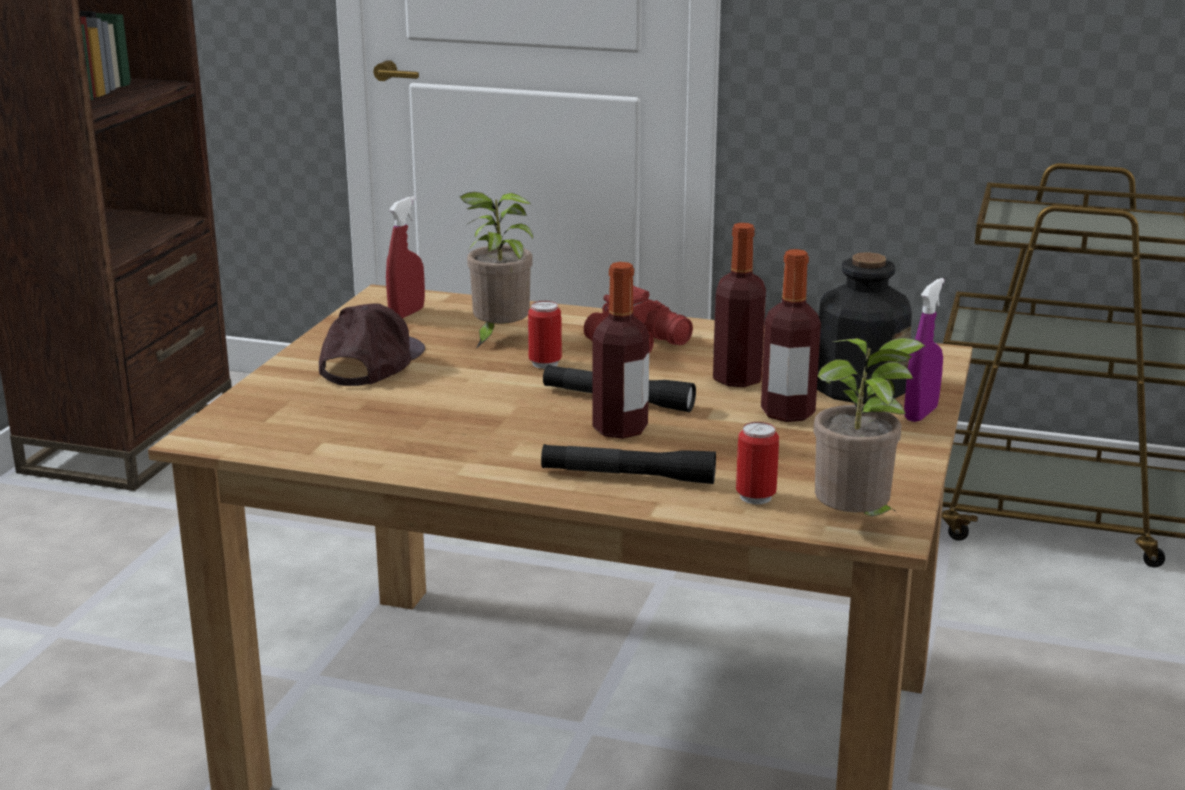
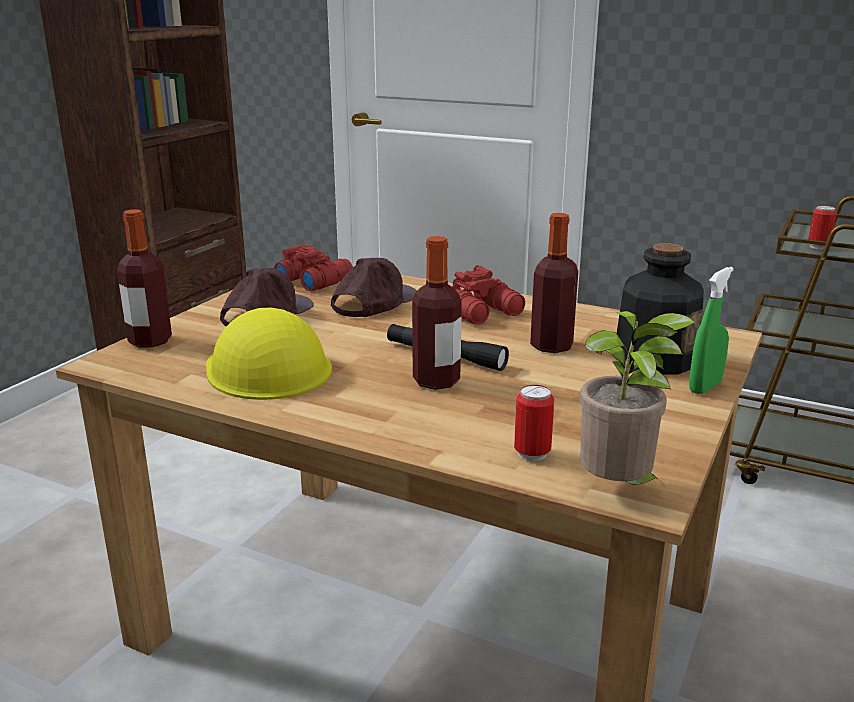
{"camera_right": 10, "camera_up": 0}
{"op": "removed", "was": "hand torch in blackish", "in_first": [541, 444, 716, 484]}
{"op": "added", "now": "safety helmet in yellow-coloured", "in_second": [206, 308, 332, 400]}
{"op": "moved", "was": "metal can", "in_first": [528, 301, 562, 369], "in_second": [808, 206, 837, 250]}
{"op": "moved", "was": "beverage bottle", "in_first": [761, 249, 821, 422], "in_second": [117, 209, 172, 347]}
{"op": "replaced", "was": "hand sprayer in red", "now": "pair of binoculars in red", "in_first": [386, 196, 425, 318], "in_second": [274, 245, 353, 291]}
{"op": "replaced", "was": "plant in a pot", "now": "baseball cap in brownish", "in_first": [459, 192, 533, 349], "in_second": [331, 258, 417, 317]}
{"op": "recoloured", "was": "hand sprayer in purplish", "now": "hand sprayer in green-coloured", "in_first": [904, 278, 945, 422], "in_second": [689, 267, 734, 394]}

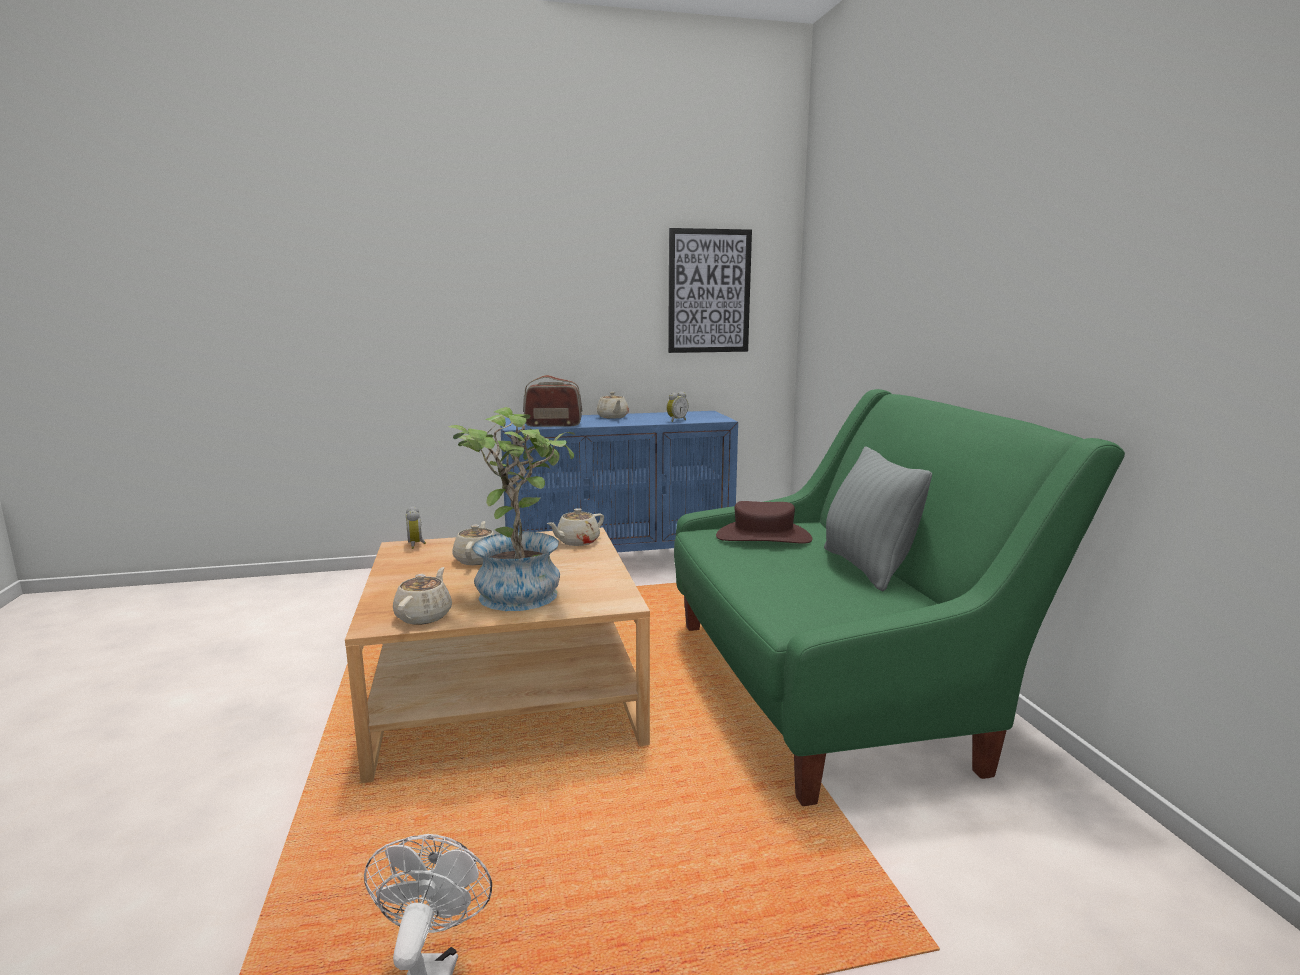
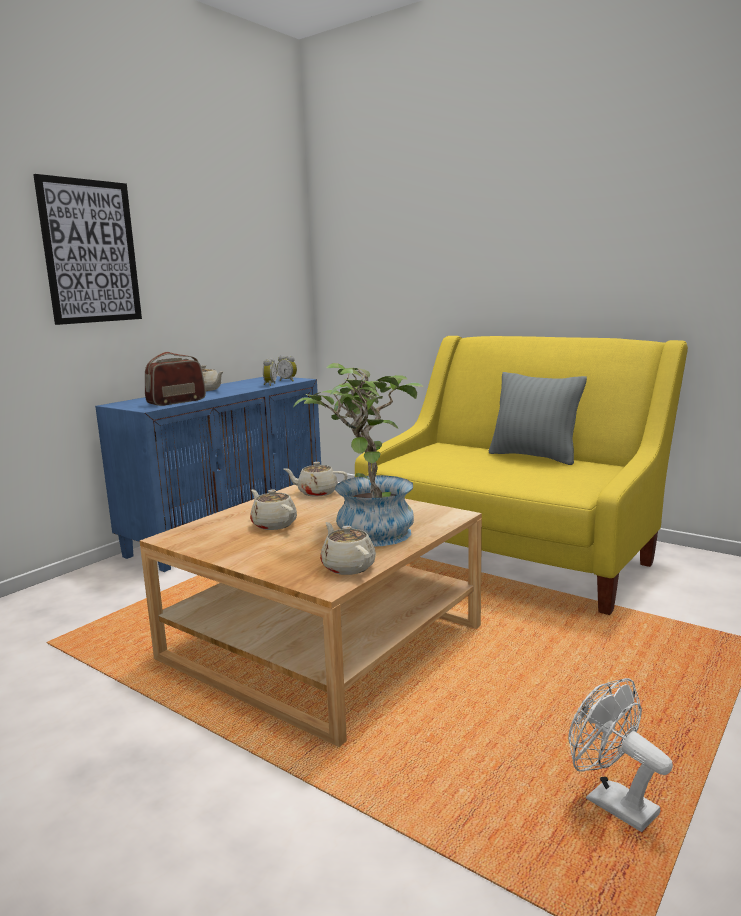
{"camera_right": -40, "camera_up": 0}
{"op": "removed", "was": "hat in brownish", "in_first": [716, 501, 813, 544]}
{"op": "moved", "was": "alarm clock", "in_first": [406, 506, 426, 549], "in_second": [277, 355, 297, 381]}
{"op": "moved", "was": "picture", "in_first": [668, 228, 752, 353], "in_second": [33, 174, 142, 325]}
{"op": "recoloured", "was": "sofa in green-coloured", "now": "sofa in yellow-coloured", "in_first": [674, 389, 1125, 806], "in_second": [355, 336, 688, 615]}
{"op": "turned", "was": "pot for tea in beige", "in_first": [547, 508, 604, 546], "in_second": [284, 462, 348, 497], "clockwise": 90}

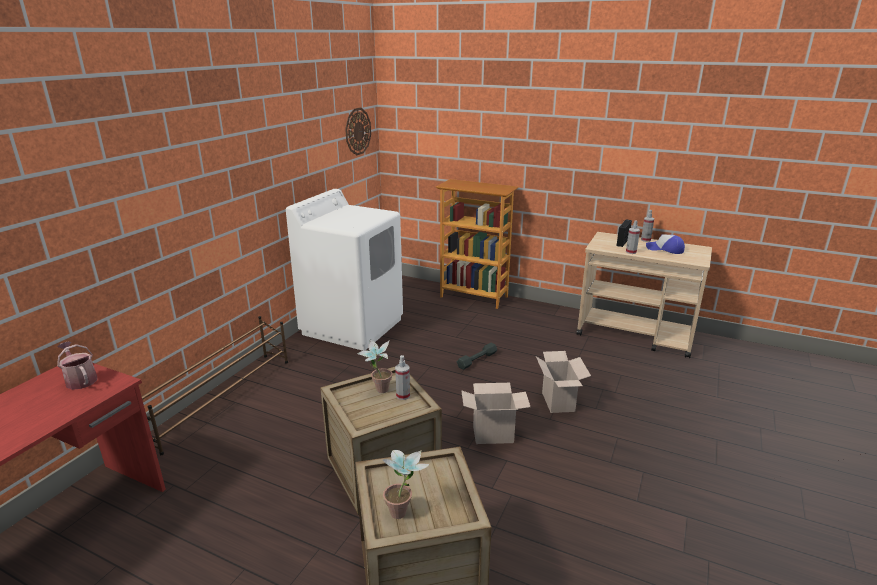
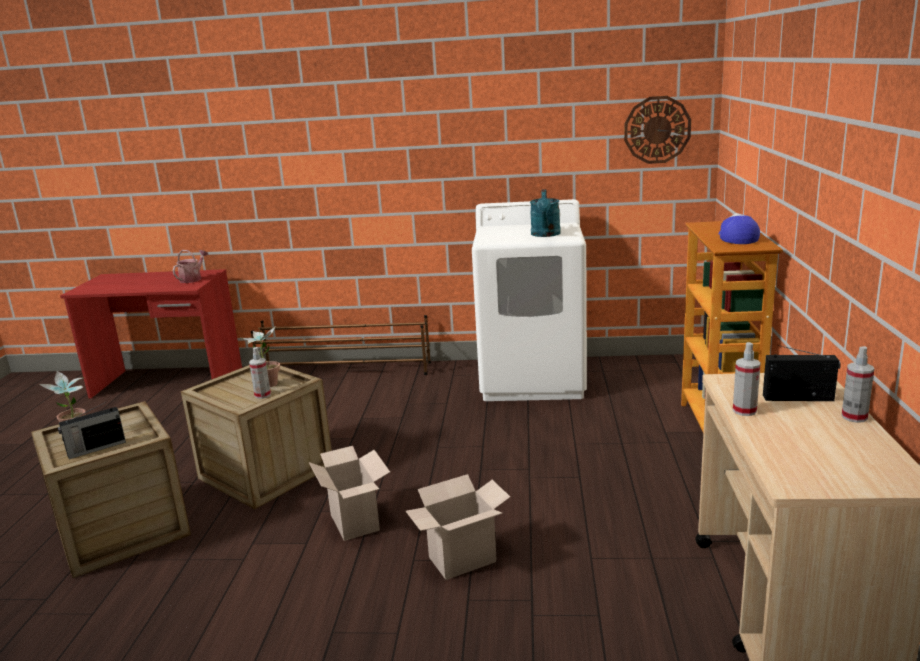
{"camera_right": 70, "camera_up": -5}
{"op": "removed", "was": "hand weight in greyish", "in_first": [457, 343, 497, 370]}
{"op": "added", "now": "radio receiver", "in_second": [58, 401, 126, 459]}
{"op": "added", "now": "watering can in turquoise-coloured", "in_second": [530, 189, 561, 237]}
{"op": "moved", "was": "baseball cap", "in_first": [646, 235, 685, 254], "in_second": [719, 213, 760, 244]}

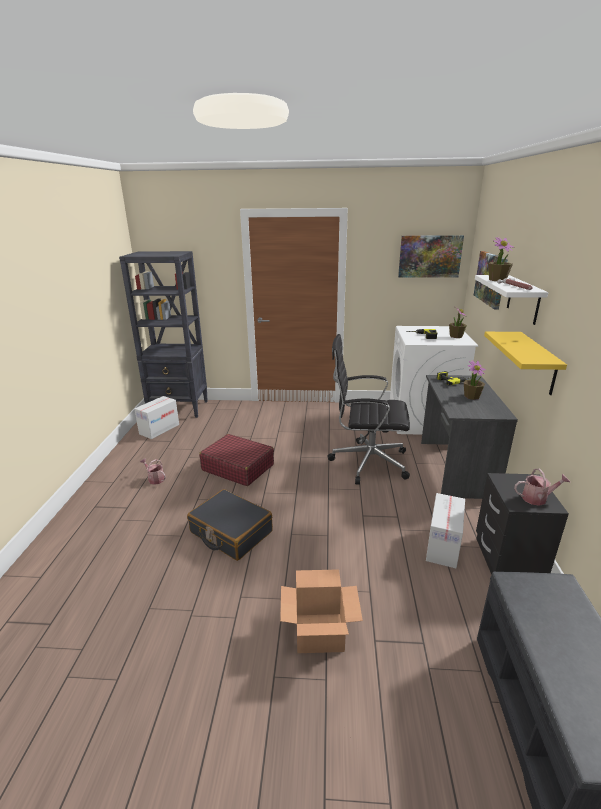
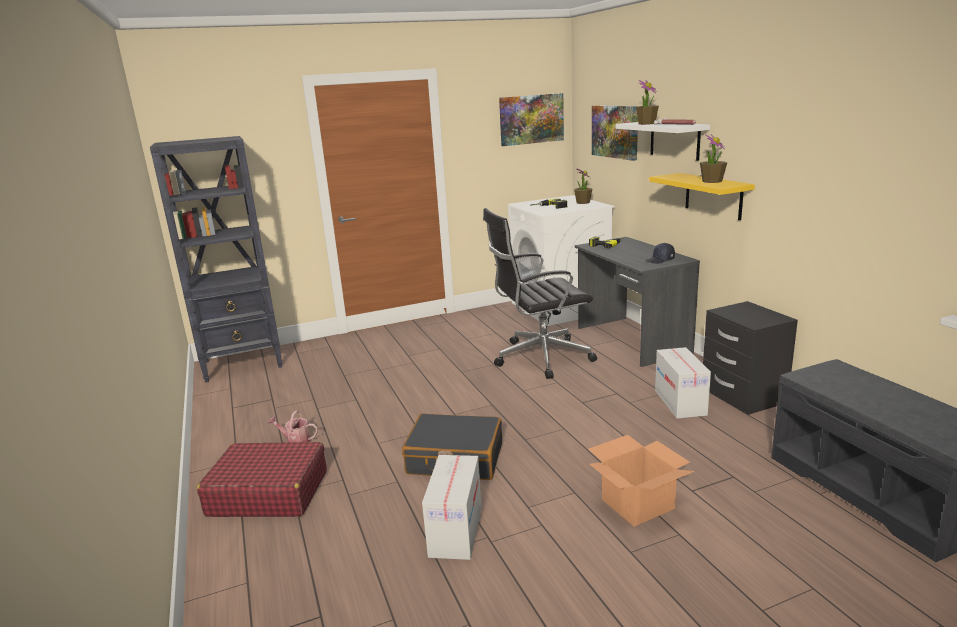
{"camera_right": -25, "camera_up": -5}
{"op": "removed", "was": "watering can", "in_first": [514, 468, 570, 506]}
{"op": "added", "now": "baseball cap in blackish", "in_second": [645, 243, 675, 264]}
{"op": "moved", "was": "carton", "in_first": [134, 396, 179, 439], "in_second": [422, 455, 482, 560]}
{"op": "moved", "was": "travel case in red", "in_first": [199, 434, 274, 486], "in_second": [197, 442, 327, 517]}
{"op": "moved", "was": "plant in a pot", "in_first": [464, 360, 486, 400], "in_second": [700, 134, 727, 183]}

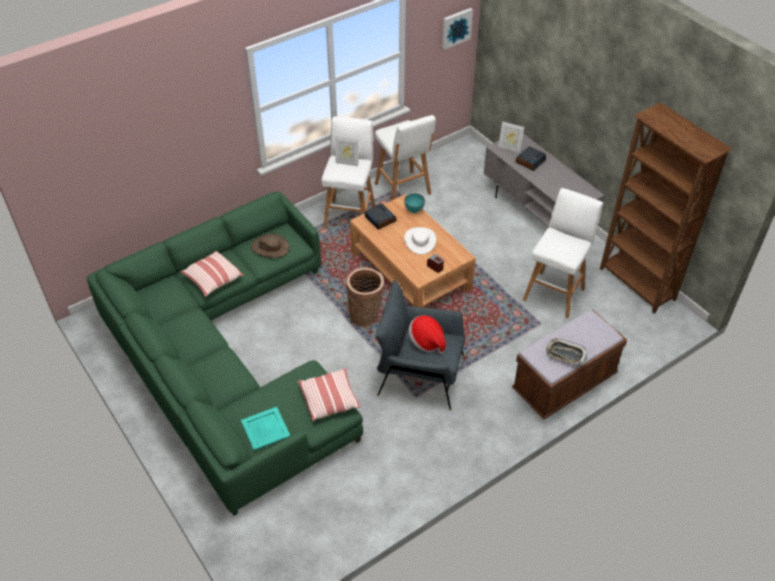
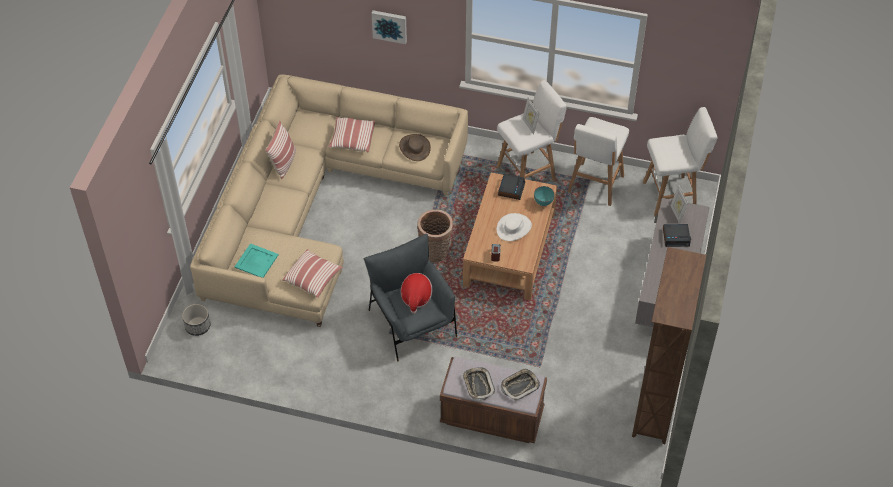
{"camera_right": 50, "camera_up": 5}
{"op": "added", "now": "flower pot", "in_second": [182, 304, 210, 336]}
{"op": "added", "now": "throw pillow", "in_second": [265, 120, 296, 180]}
{"op": "added", "now": "tray", "in_second": [501, 368, 540, 401]}
{"op": "moved", "was": "picture", "in_first": [442, 8, 473, 49], "in_second": [371, 10, 407, 44]}
{"op": "moved", "was": "stool seat in white", "in_first": [523, 188, 603, 318], "in_second": [643, 107, 718, 216]}
{"op": "recoloured", "was": "sofa in green-coloured", "now": "sofa in beige", "in_first": [87, 191, 363, 516], "in_second": [190, 74, 468, 327]}

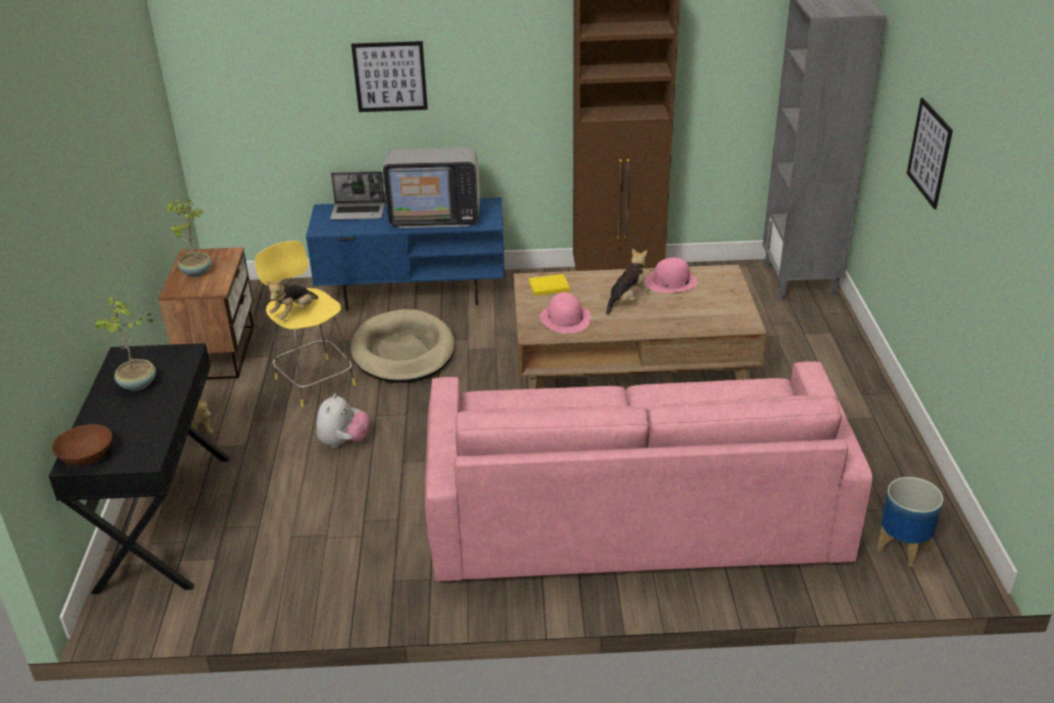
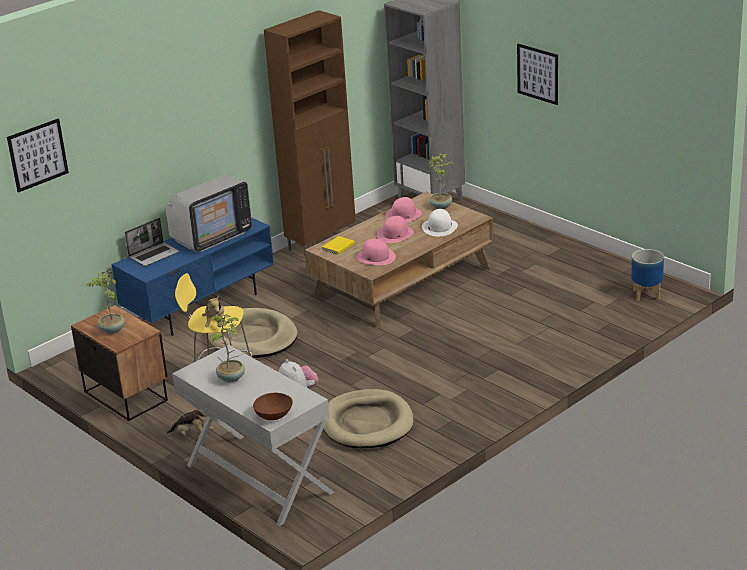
{"camera_right": -40, "camera_up": -5}
{"op": "removed", "was": "sofa in pink", "in_first": [425, 361, 872, 582]}
{"op": "added", "now": "pet bed in beige", "in_second": [323, 389, 414, 448]}
{"op": "added", "now": "hat in white", "in_second": [422, 209, 458, 236]}
{"op": "added", "now": "plant in a pot", "in_second": [428, 153, 455, 209]}
{"op": "moved", "was": "picture", "in_first": [351, 41, 428, 112], "in_second": [7, 118, 69, 193]}
{"op": "replaced", "was": "plush toy", "now": "hat in pink", "in_first": [606, 249, 649, 315], "in_second": [377, 216, 414, 243]}
{"op": "recoloured", "was": "narrow table in blackish", "now": "narrow table in white", "in_first": [48, 343, 230, 594], "in_second": [172, 345, 334, 526]}

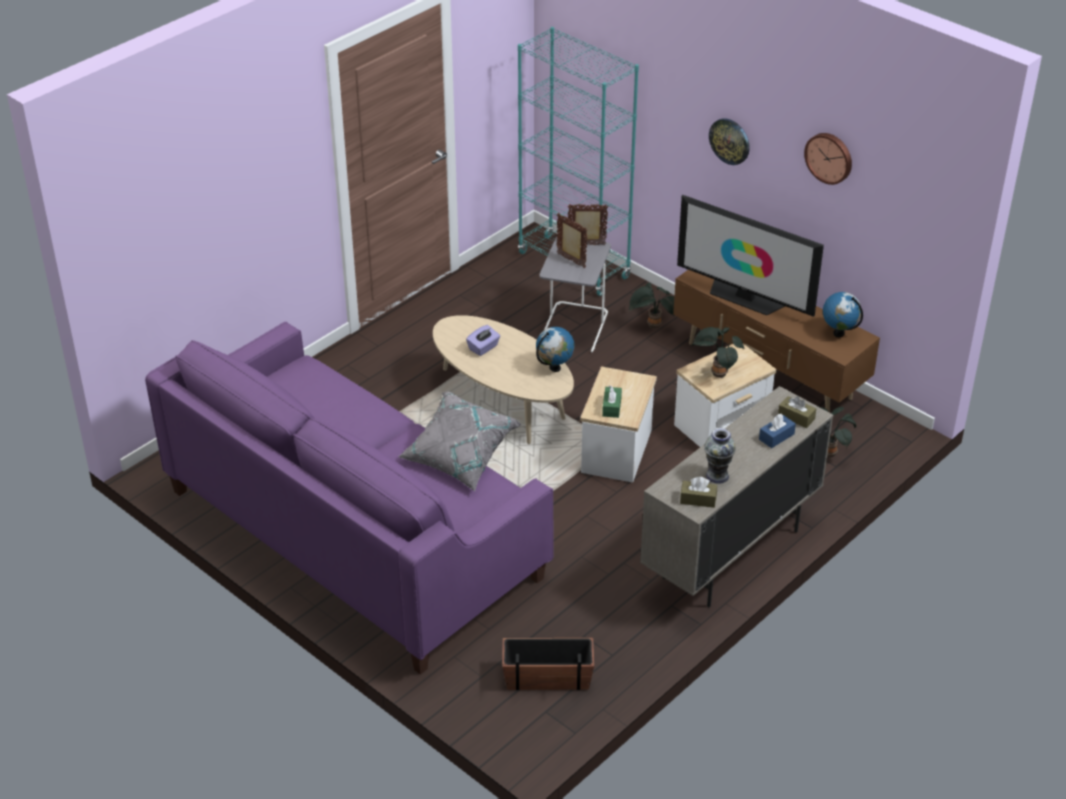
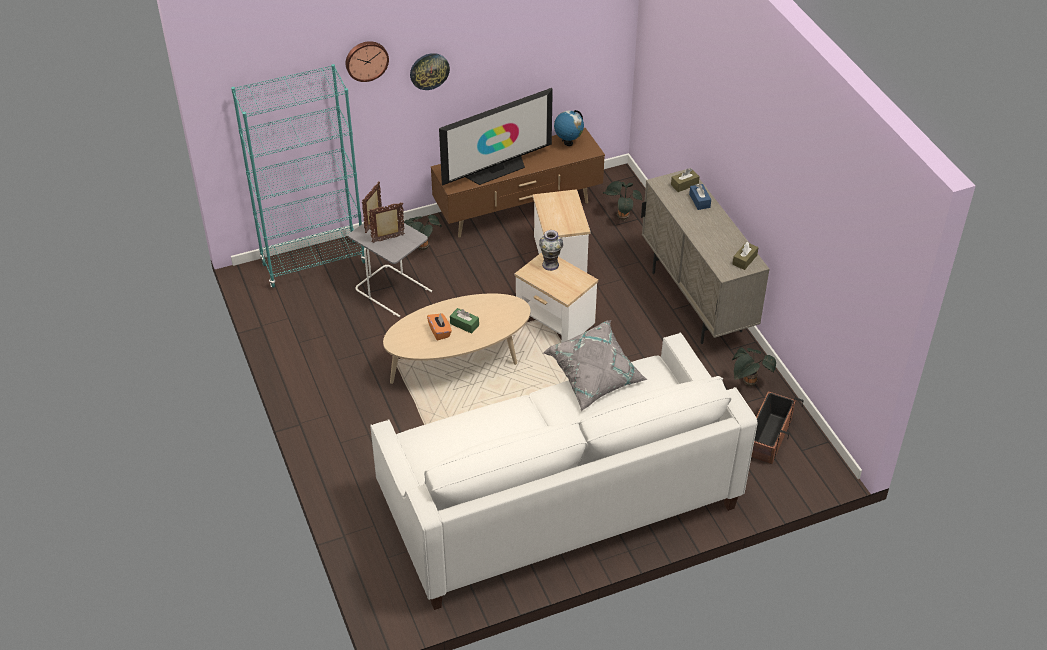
{"camera_right": -65, "camera_up": 5}
{"op": "removed", "was": "globe", "in_first": [536, 327, 575, 372]}
{"op": "moved", "was": "tissue holder in green-coloured", "in_first": [602, 385, 622, 418], "in_second": [450, 308, 479, 334]}
{"op": "moved", "was": "plant in a pot", "in_first": [692, 327, 745, 378], "in_second": [732, 347, 776, 386]}
{"op": "moved", "was": "vase", "in_first": [704, 428, 736, 484], "in_second": [539, 230, 563, 271]}
{"op": "moved", "was": "wall clock", "in_first": [804, 133, 852, 185], "in_second": [345, 41, 389, 82]}
{"op": "recoloured", "was": "sofa in purplish", "now": "sofa in white", "in_first": [145, 322, 554, 674], "in_second": [370, 333, 757, 610]}
{"op": "recoloured", "was": "tissue holder in purplish", "now": "tissue holder in orange-coloured", "in_first": [466, 325, 500, 356], "in_second": [427, 313, 452, 341]}

